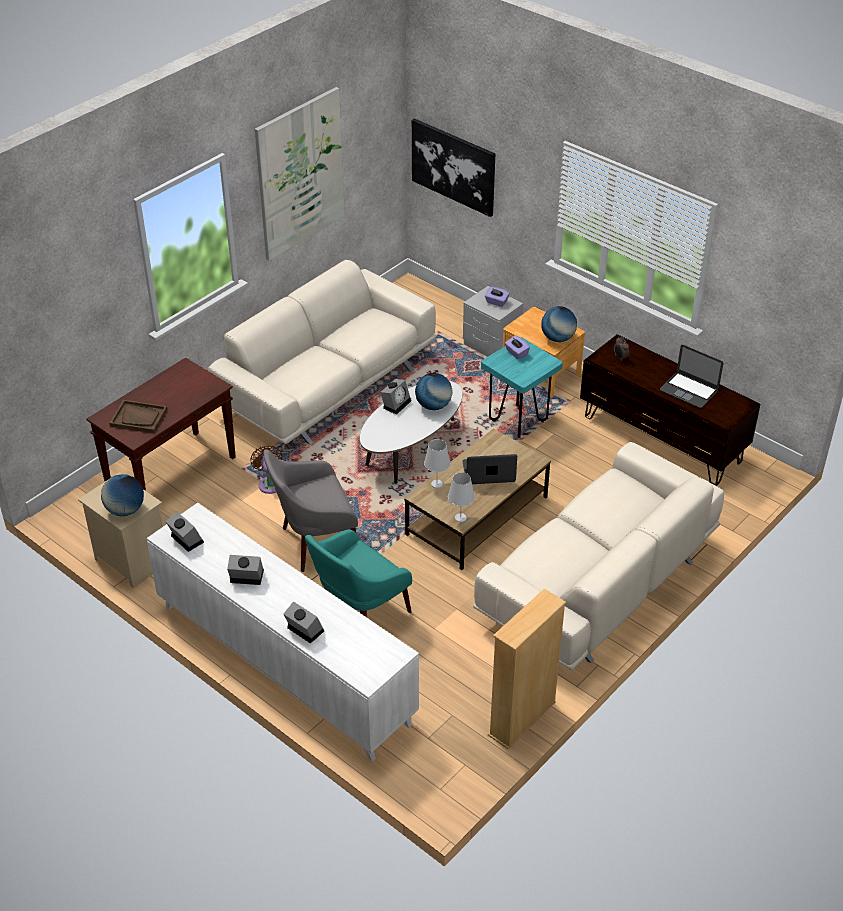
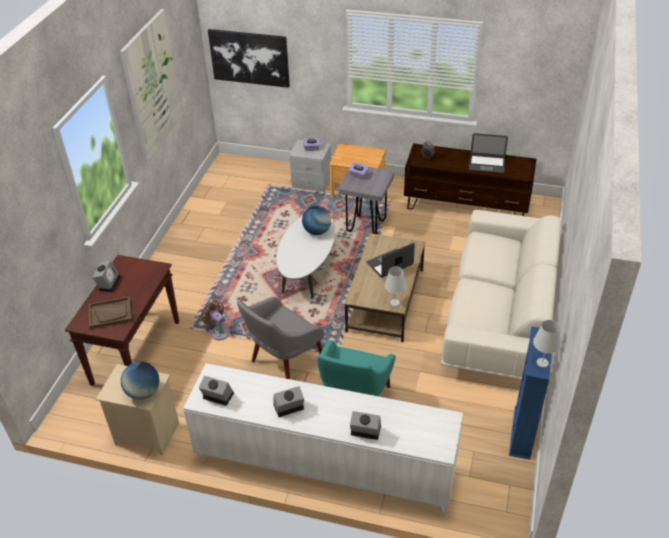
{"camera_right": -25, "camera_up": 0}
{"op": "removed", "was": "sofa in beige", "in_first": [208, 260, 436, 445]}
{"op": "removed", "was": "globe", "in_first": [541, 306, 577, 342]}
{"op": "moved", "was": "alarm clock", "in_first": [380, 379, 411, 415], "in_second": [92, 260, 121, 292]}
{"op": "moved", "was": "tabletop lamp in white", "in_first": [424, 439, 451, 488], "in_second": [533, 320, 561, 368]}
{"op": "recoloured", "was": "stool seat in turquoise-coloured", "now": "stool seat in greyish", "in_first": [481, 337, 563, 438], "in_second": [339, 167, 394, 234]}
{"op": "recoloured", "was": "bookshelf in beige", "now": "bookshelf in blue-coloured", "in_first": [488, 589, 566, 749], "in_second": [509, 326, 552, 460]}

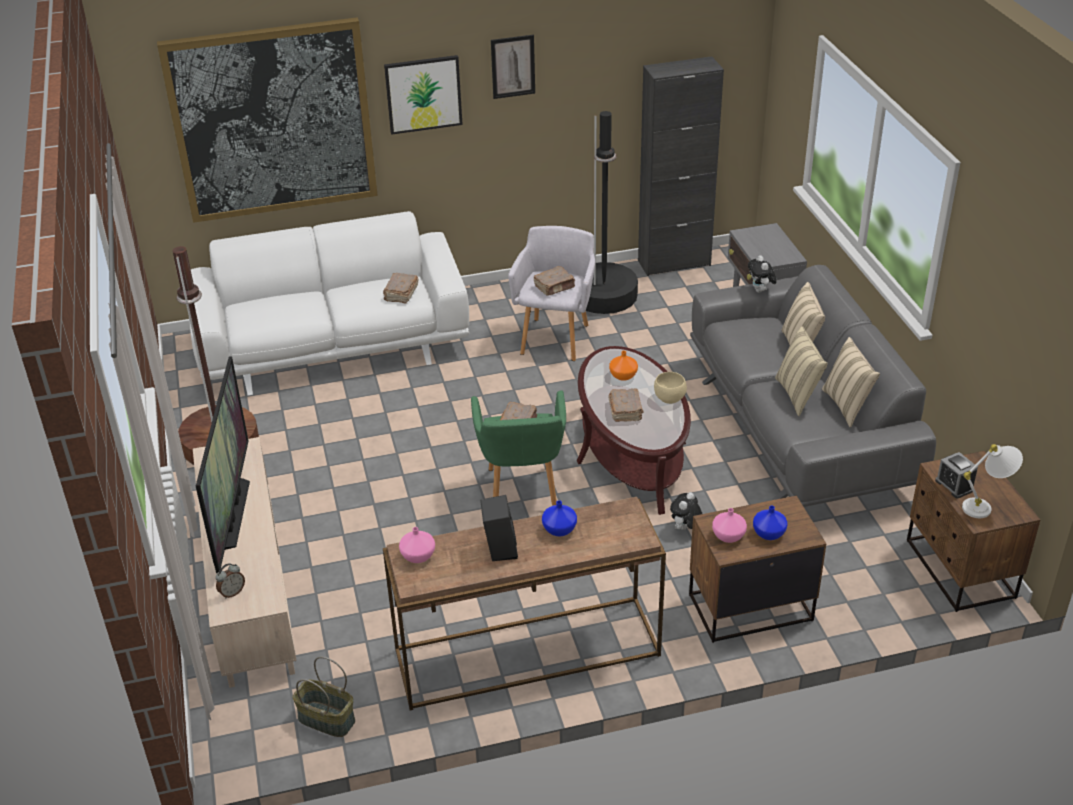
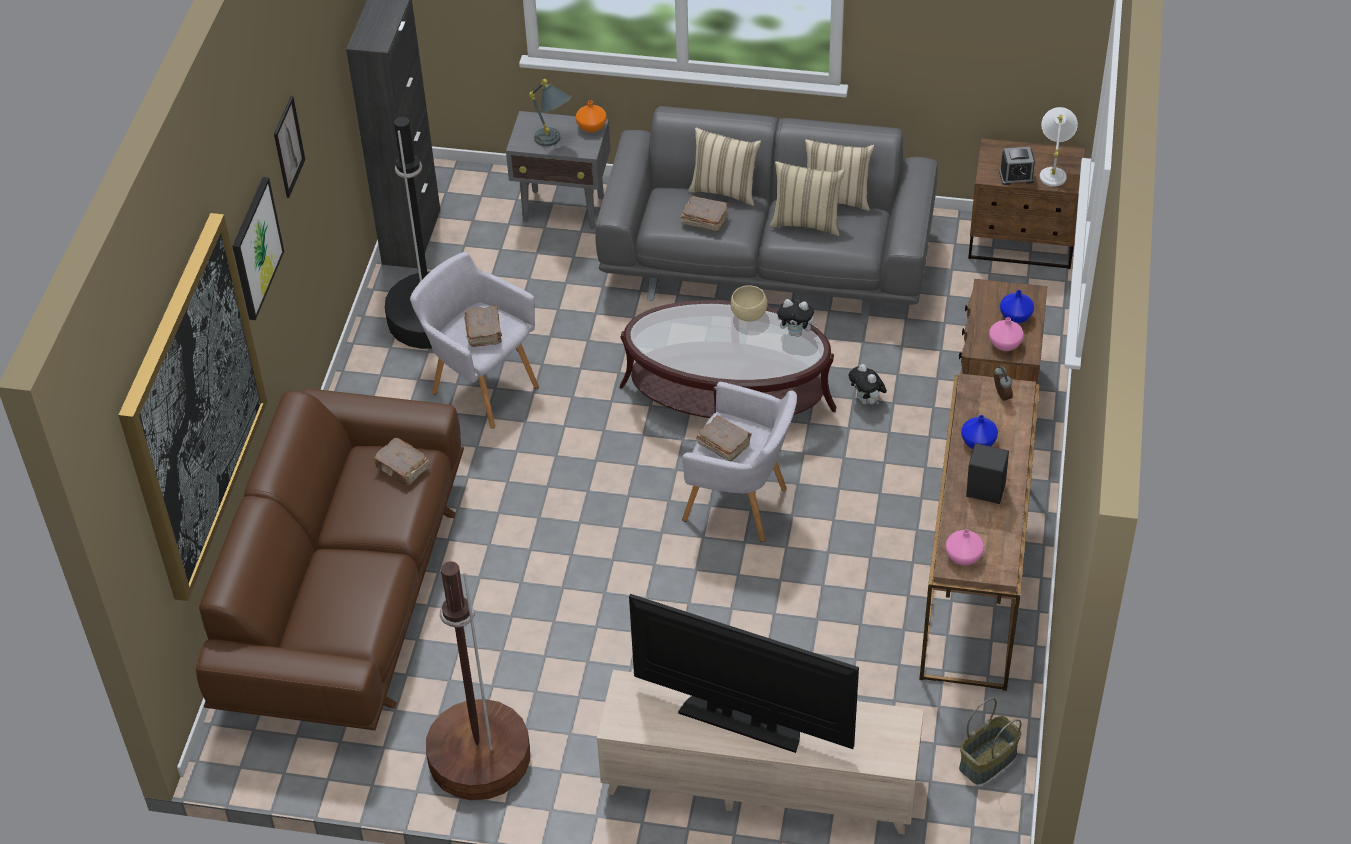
{"camera_right": -65, "camera_up": 10}
{"op": "added", "now": "tabletop lamp in greyish", "in_second": [529, 79, 572, 146]}
{"op": "moved", "was": "alarm clock", "in_first": [216, 563, 245, 599], "in_second": [994, 366, 1013, 402]}
{"op": "moved", "was": "book in brownish", "in_first": [608, 388, 643, 422], "in_second": [681, 196, 729, 232]}
{"op": "moved", "was": "vase in orange-coloured", "in_first": [609, 351, 638, 381], "in_second": [576, 100, 607, 132]}
{"op": "moved", "was": "plush toy", "in_first": [748, 255, 777, 293], "in_second": [777, 299, 818, 337]}
{"op": "recoloured", "was": "sofa in white", "now": "sofa in brownish", "in_first": [189, 211, 470, 396], "in_second": [196, 388, 464, 730]}
{"op": "recoloured", "was": "armchair in green-coloured", "now": "armchair in greyish", "in_first": [471, 390, 566, 506], "in_second": [682, 382, 797, 542]}

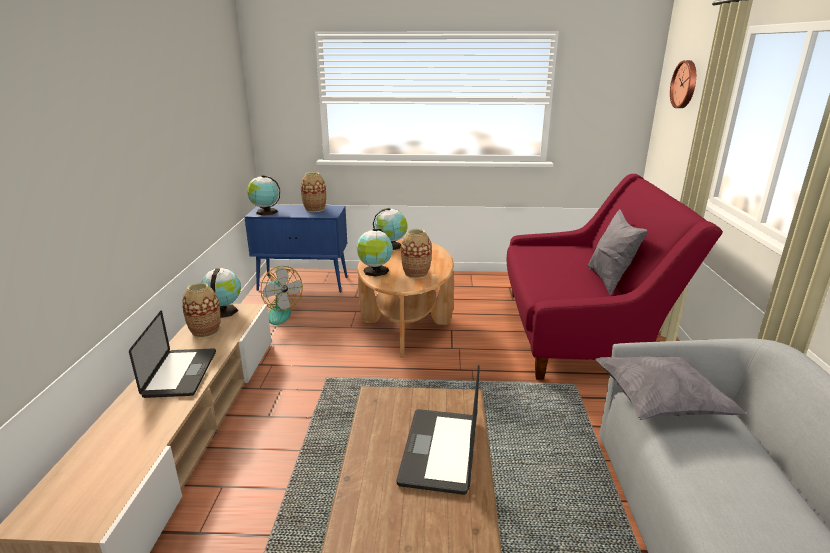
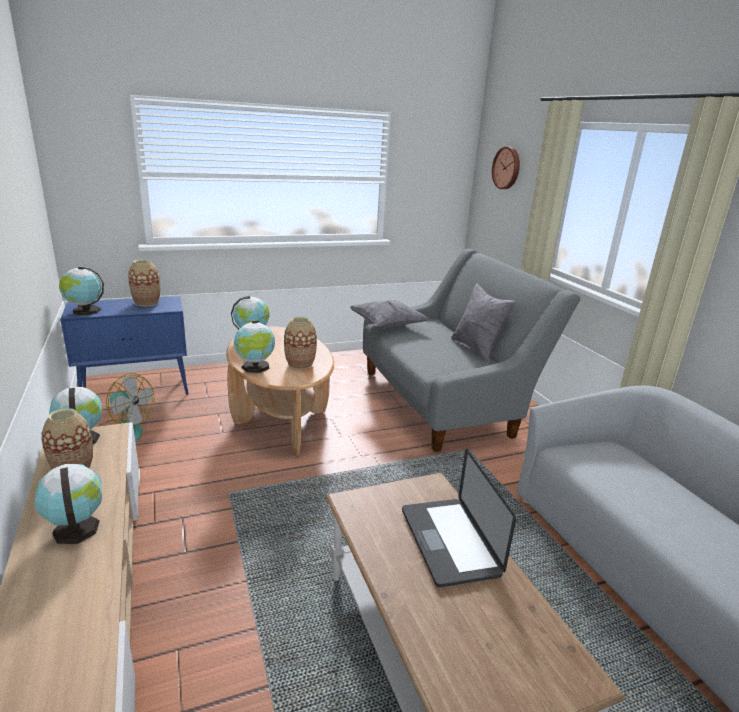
{"camera_right": -25, "camera_up": 0}
{"op": "moved", "was": "throw pillow in greyish", "in_first": [595, 356, 746, 420], "in_second": [349, 299, 428, 328]}
{"op": "replaced", "was": "portable computer", "now": "globe", "in_first": [129, 310, 216, 398], "in_second": [35, 464, 102, 544]}
{"op": "recoloured", "was": "sofa in red", "now": "sofa in greyish", "in_first": [507, 174, 723, 380], "in_second": [363, 249, 581, 452]}

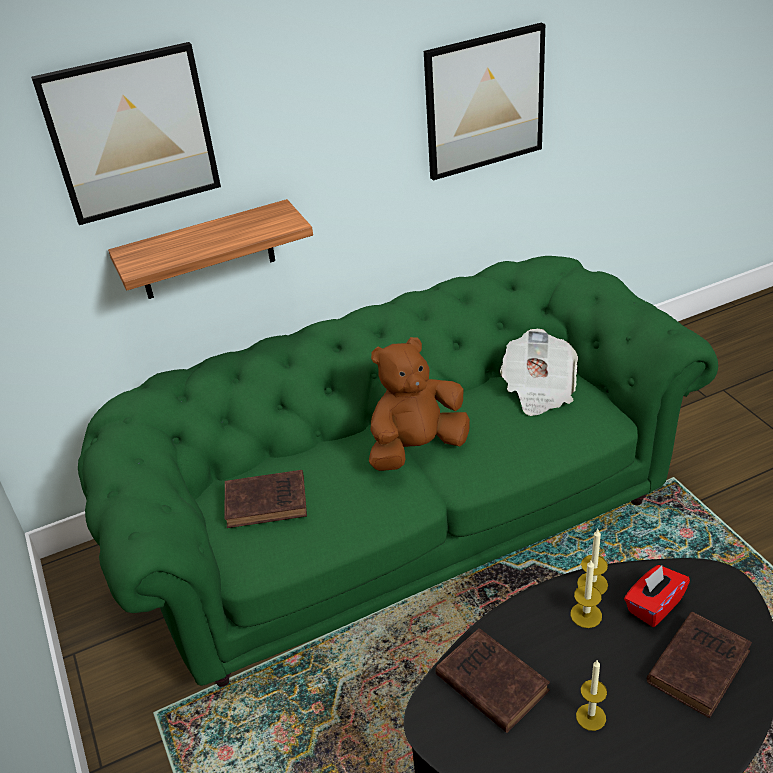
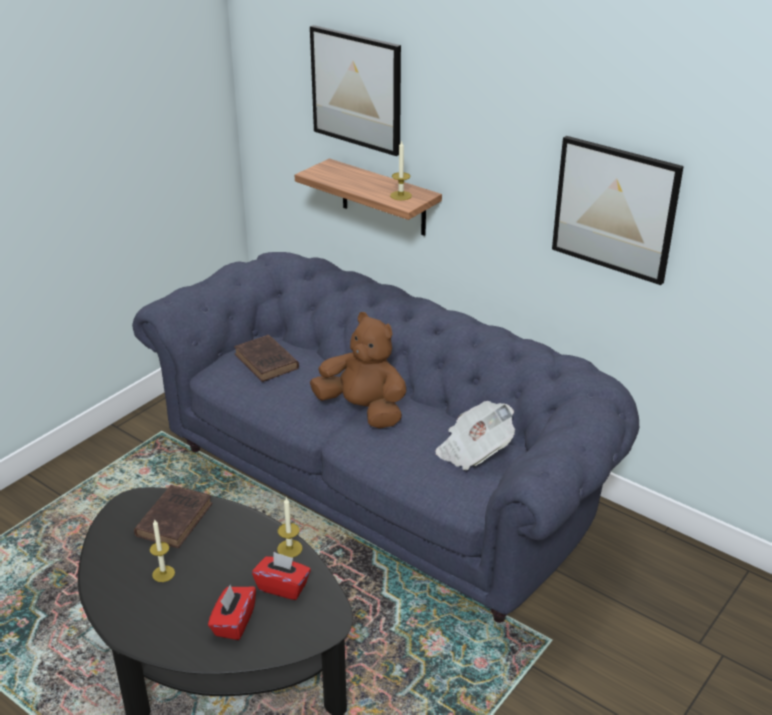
{"camera_right": 60, "camera_up": -5}
{"op": "moved", "was": "candle", "in_first": [570, 560, 602, 628], "in_second": [390, 140, 412, 200]}
{"op": "replaced", "was": "book in brownish", "now": "tissue holder in red", "in_first": [647, 612, 752, 718], "in_second": [208, 585, 256, 640]}
{"op": "recoloured", "was": "sofa in green-coloured", "now": "sofa in blue-coloured", "in_first": [78, 256, 718, 687], "in_second": [132, 252, 639, 623]}

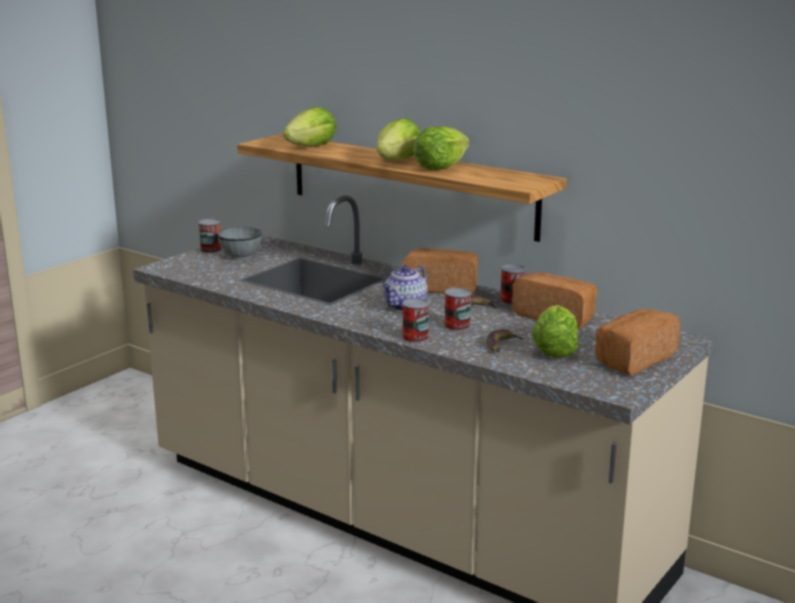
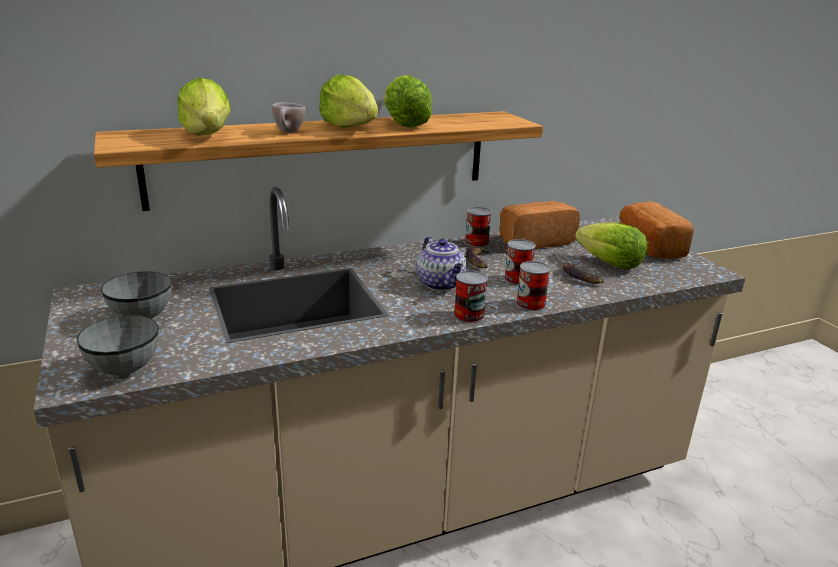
{"camera_right": -60, "camera_up": 5}
{"op": "removed", "was": "bakery bread", "in_first": [402, 248, 478, 294]}
{"op": "added", "now": "bowl in greyish", "in_second": [77, 315, 159, 379]}
{"op": "added", "now": "cup in beige", "in_second": [272, 102, 306, 133]}
{"op": "moved", "was": "metal can", "in_first": [198, 219, 222, 253], "in_second": [454, 271, 488, 323]}

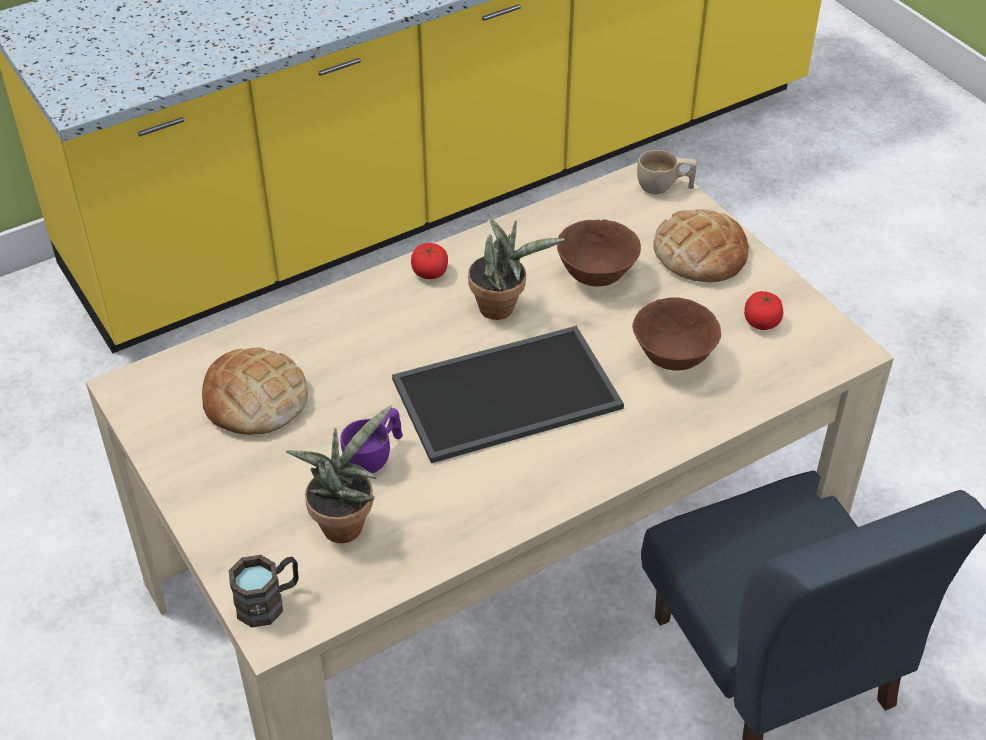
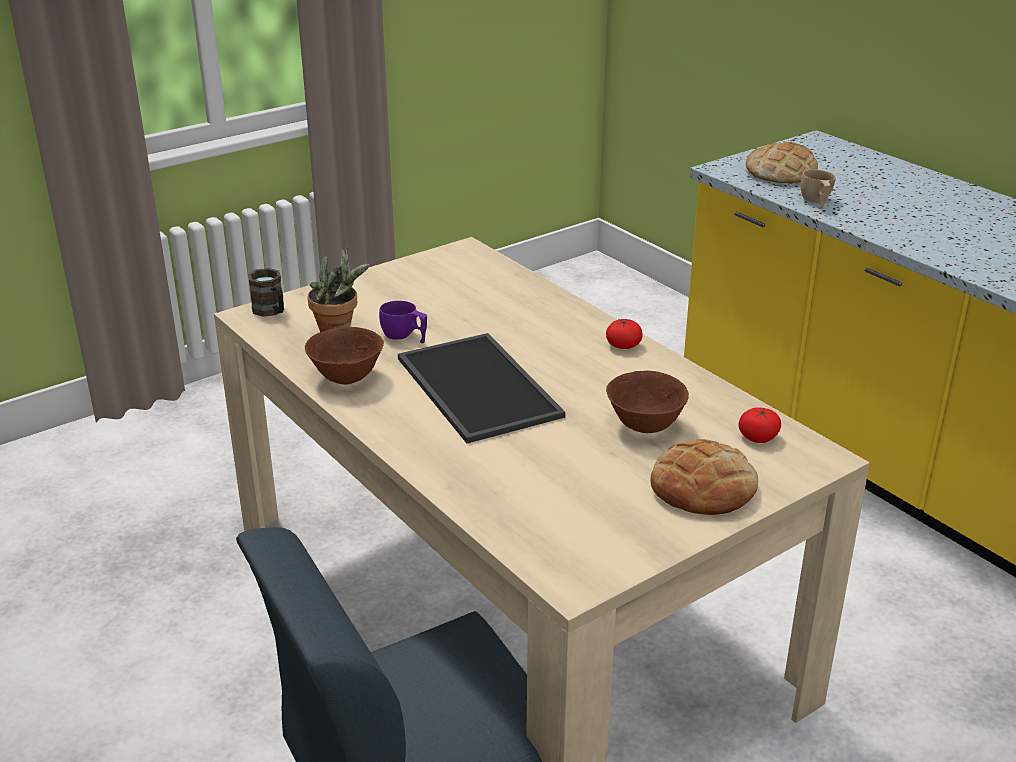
{"camera_right": 85, "camera_up": -15}
{"op": "removed", "was": "plant in a pot", "in_first": [468, 215, 565, 320]}
{"op": "moved", "was": "bakery bread", "in_first": [202, 347, 308, 435], "in_second": [746, 142, 818, 183]}
{"op": "moved", "was": "bowl in brownish", "in_first": [632, 297, 721, 370], "in_second": [305, 327, 384, 385]}
{"op": "moved", "was": "cup in beige", "in_first": [637, 150, 697, 194], "in_second": [801, 169, 836, 209]}
{"op": "moved", "was": "whole tomato", "in_first": [744, 291, 783, 330], "in_second": [739, 407, 781, 443]}

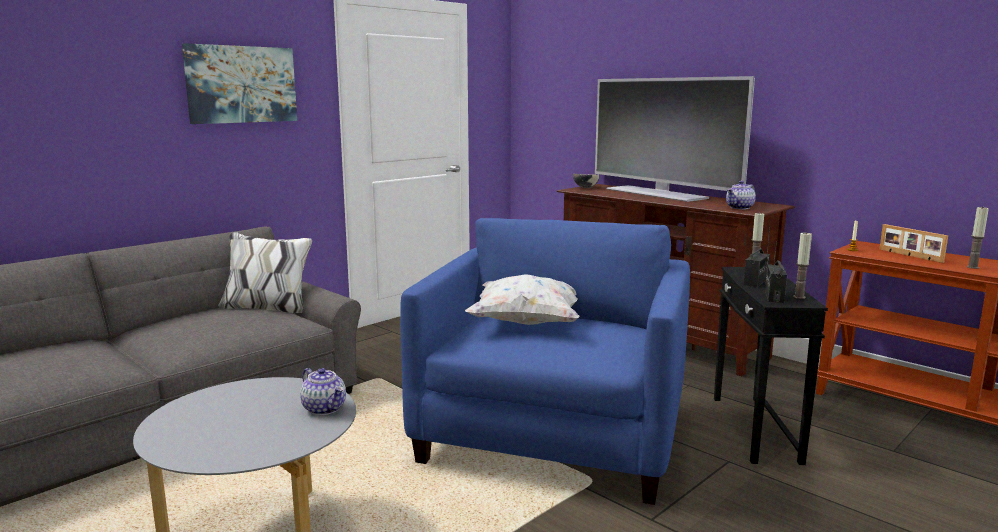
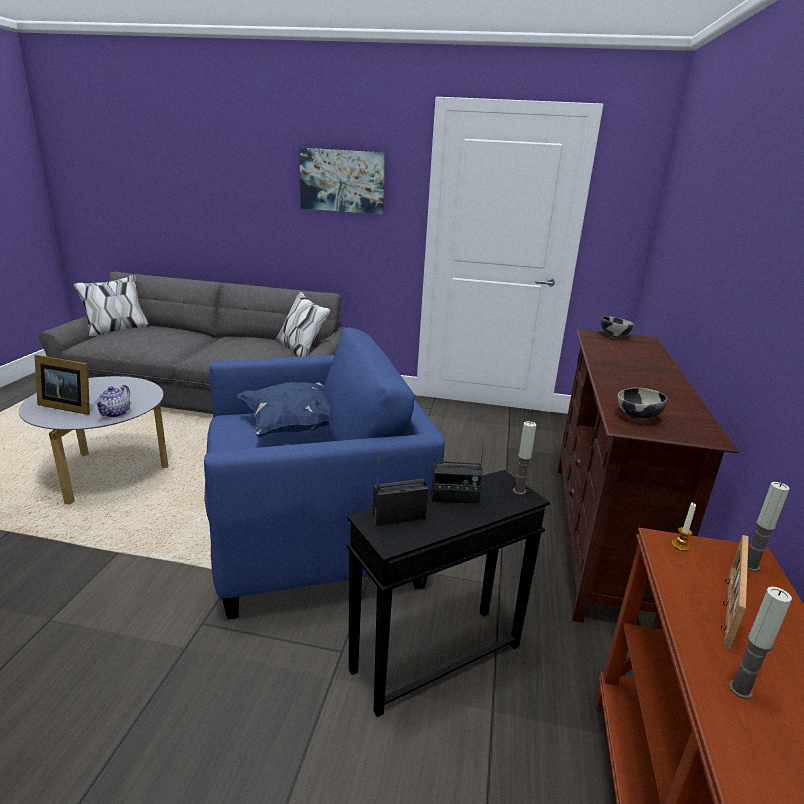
{"camera_right": 55, "camera_up": 10}
{"op": "removed", "was": "TV set", "in_first": [595, 76, 755, 202]}
{"op": "added", "now": "picture frame", "in_second": [34, 355, 90, 415]}
{"op": "moved", "was": "candle", "in_first": [793, 232, 812, 299], "in_second": [747, 482, 789, 572]}
{"op": "replaced", "was": "pot for tea", "now": "bowl", "in_first": [726, 181, 756, 209], "in_second": [618, 387, 668, 420]}
{"op": "recoloured", "was": "throw pillow in white", "now": "throw pillow in blue-coloured", "in_first": [465, 274, 580, 325], "in_second": [237, 382, 330, 437]}

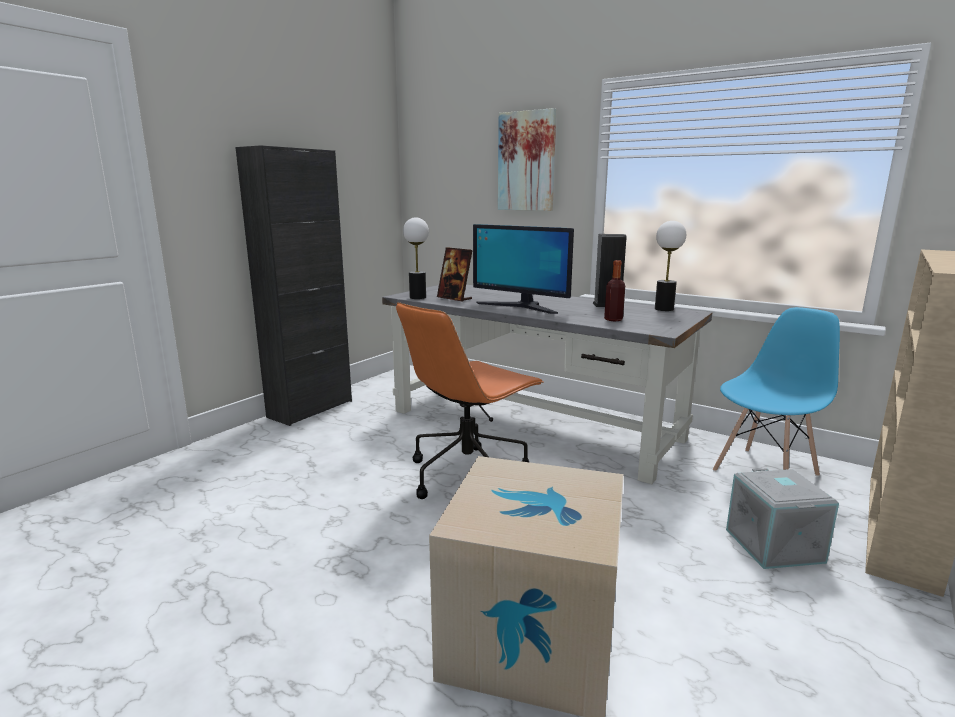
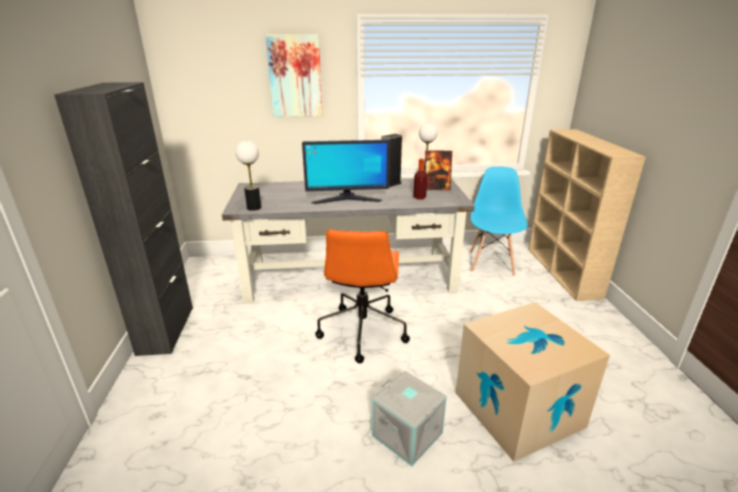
{"camera_right": -40, "camera_up": 10}
{"op": "moved", "was": "picture frame", "in_first": [437, 247, 473, 302], "in_second": [425, 150, 452, 190]}
{"op": "moved", "was": "storage box in greyish", "in_first": [726, 468, 839, 569], "in_second": [372, 371, 447, 466]}

